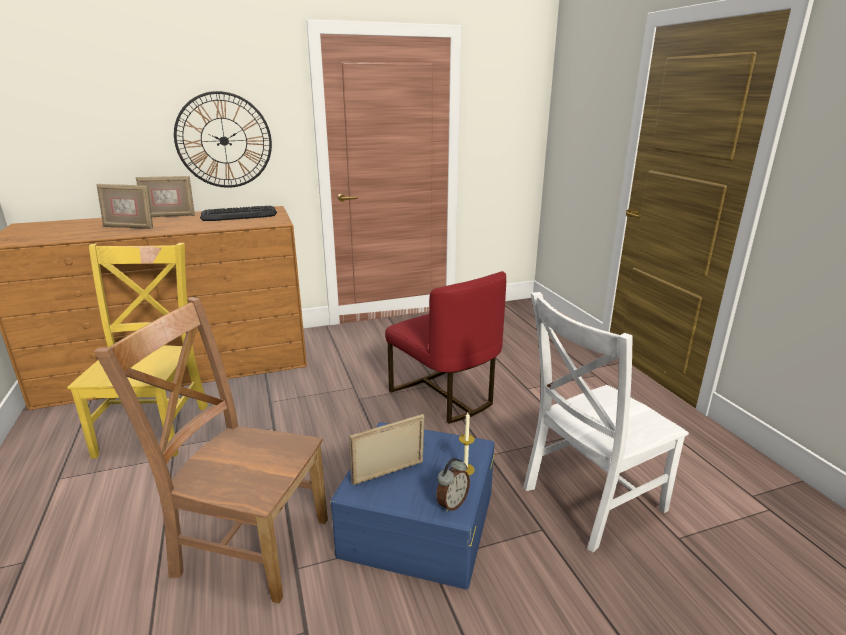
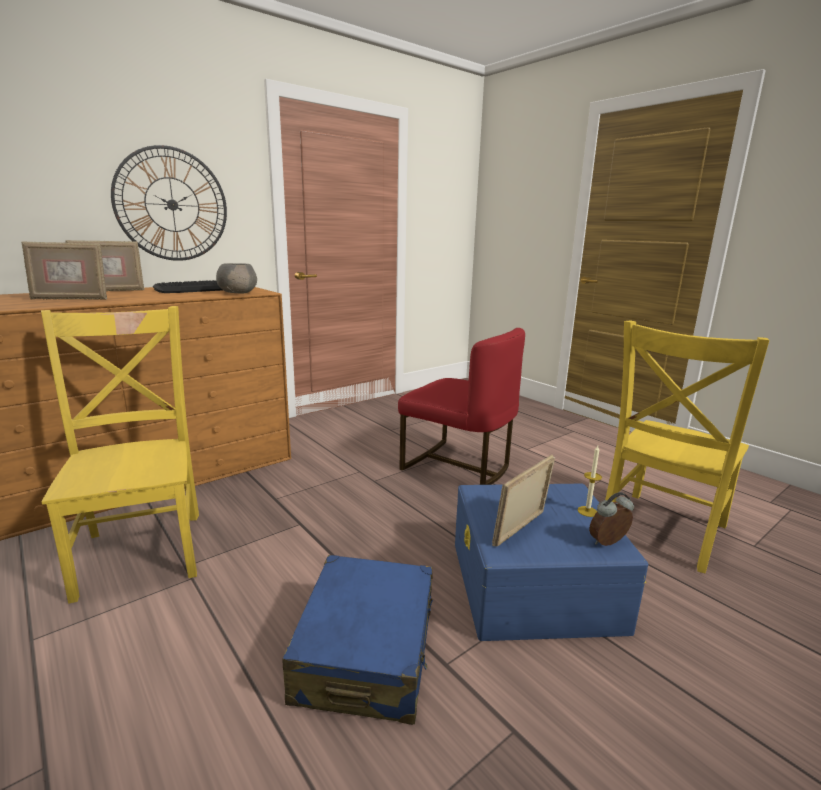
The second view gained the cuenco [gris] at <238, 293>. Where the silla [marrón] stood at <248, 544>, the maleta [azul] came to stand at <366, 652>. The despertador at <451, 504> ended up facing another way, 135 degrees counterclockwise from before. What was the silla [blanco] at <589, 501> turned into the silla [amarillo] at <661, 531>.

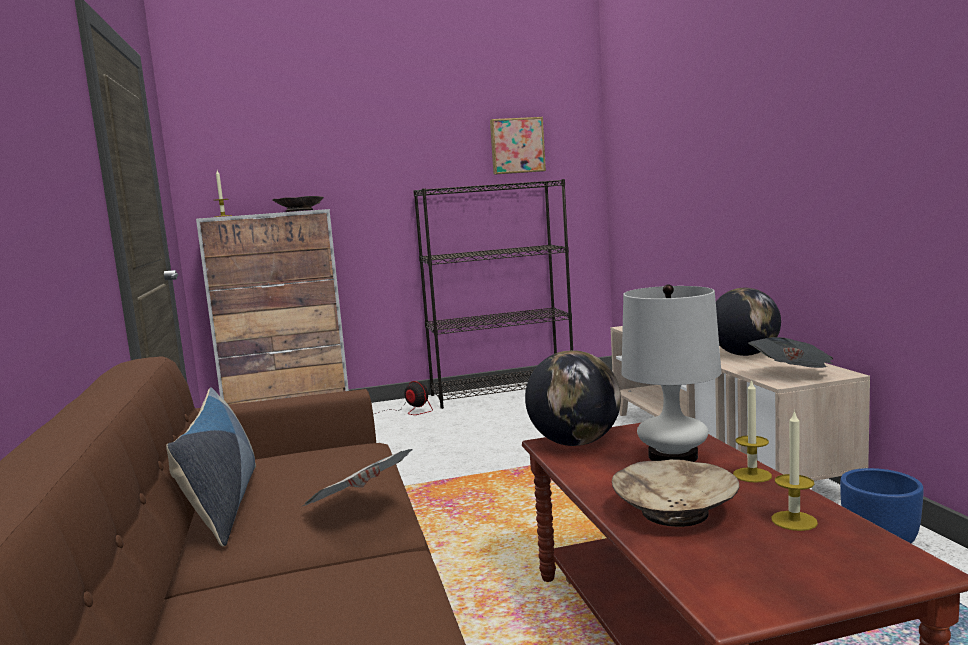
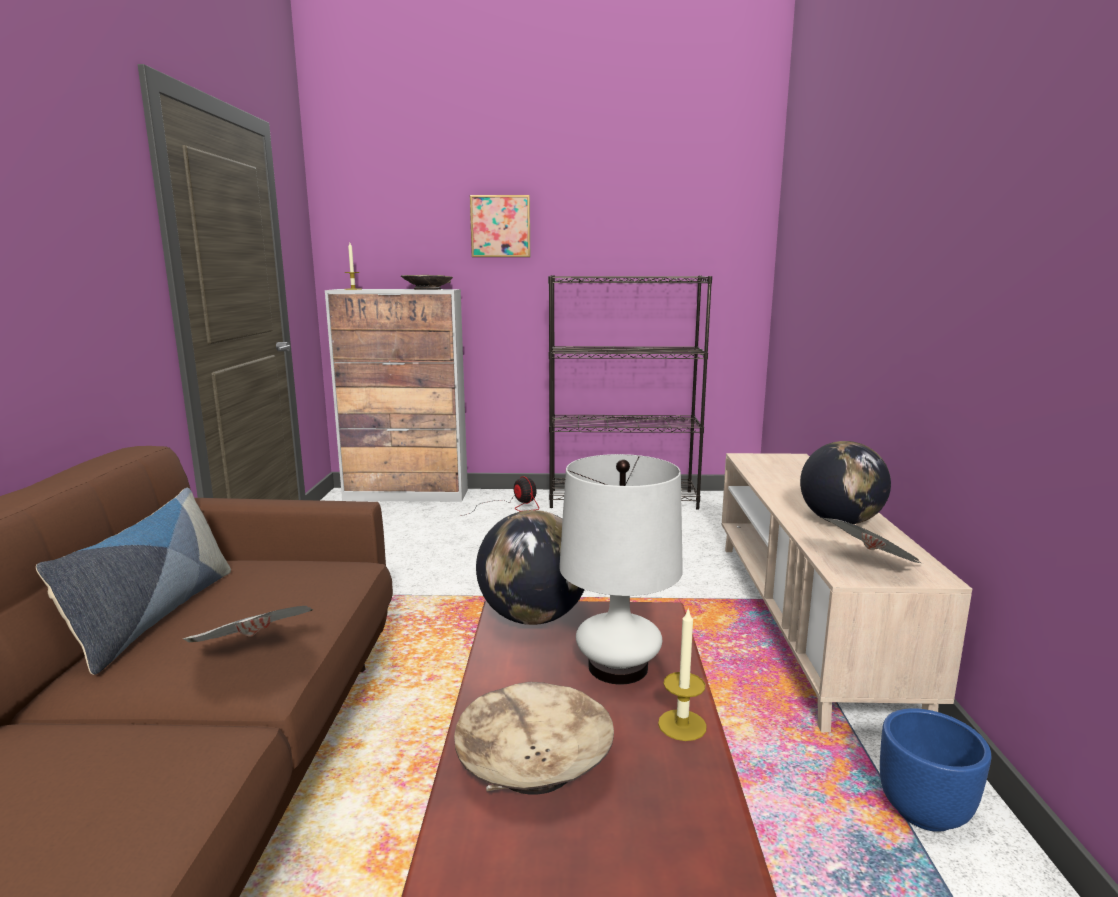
The cuadro ended up elsewhere, having gone from <517, 146> to <500, 226>. The second view lost the vela at <794, 521>.

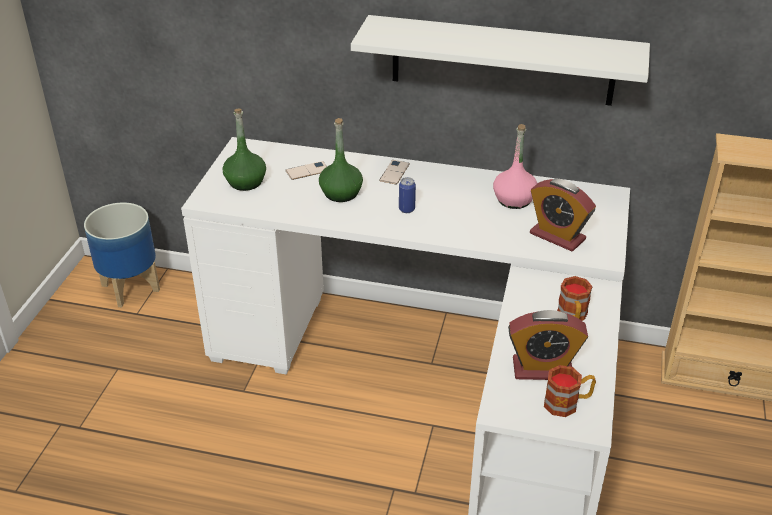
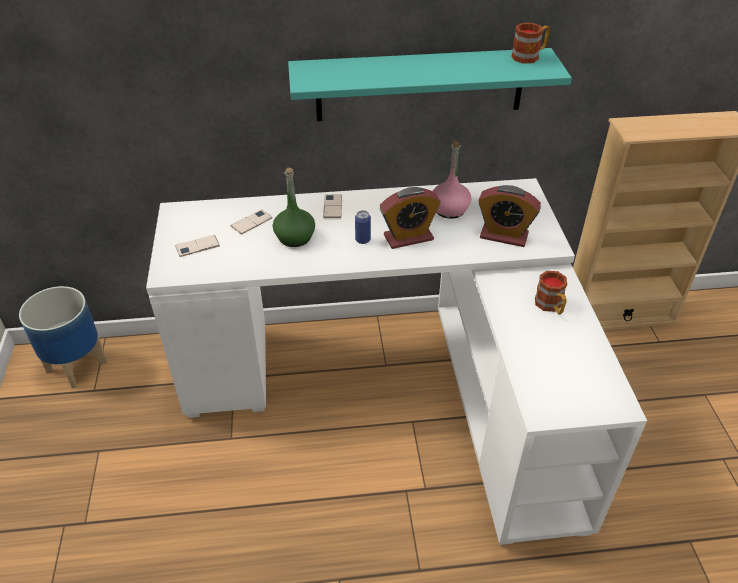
Where the botella [verde] stood at <245, 182>, the móvil came to stand at <197, 246>. What was the estante [blanco] at <502, 60> turned into the estante [turquesa] at <420, 85>. The despertador ended up elsewhere, having gone from <542, 369> to <408, 237>. The taza grande ended up elsewhere, having gone from <567, 403> to <529, 56>.

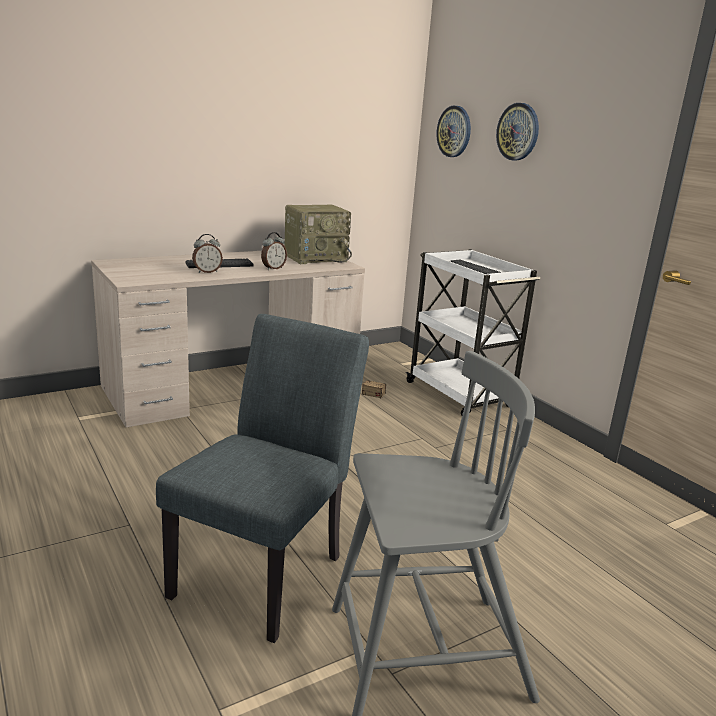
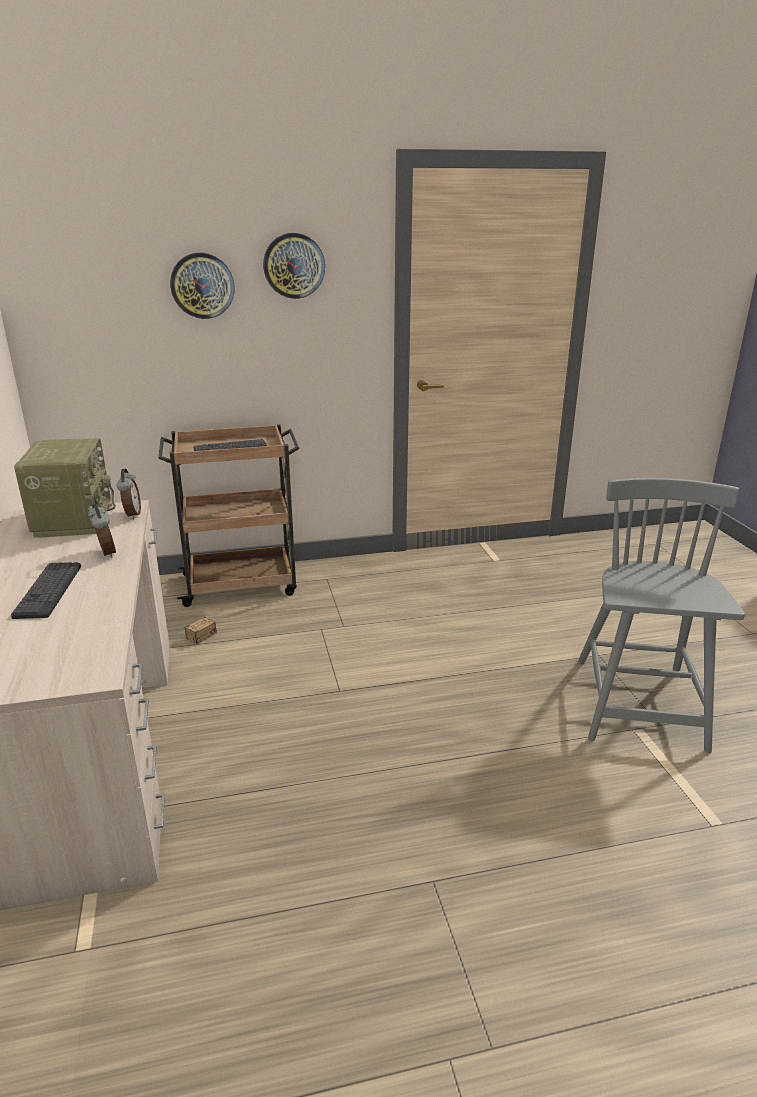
The despertador ended up elsewhere, having gone from <207, 272> to <132, 514>. What was the carrito [blanco] at <460, 395> turned into the carrito [marrón] at <242, 584>. The reloj de pared ended up elsewhere, having gone from <454, 131> to <294, 266>. The second view lost the silla [gris] at <266, 569>.

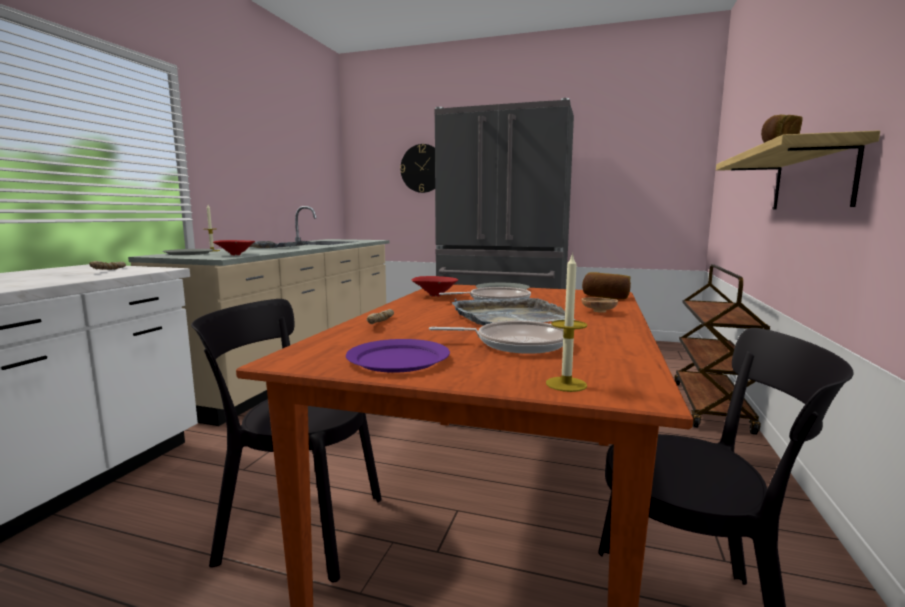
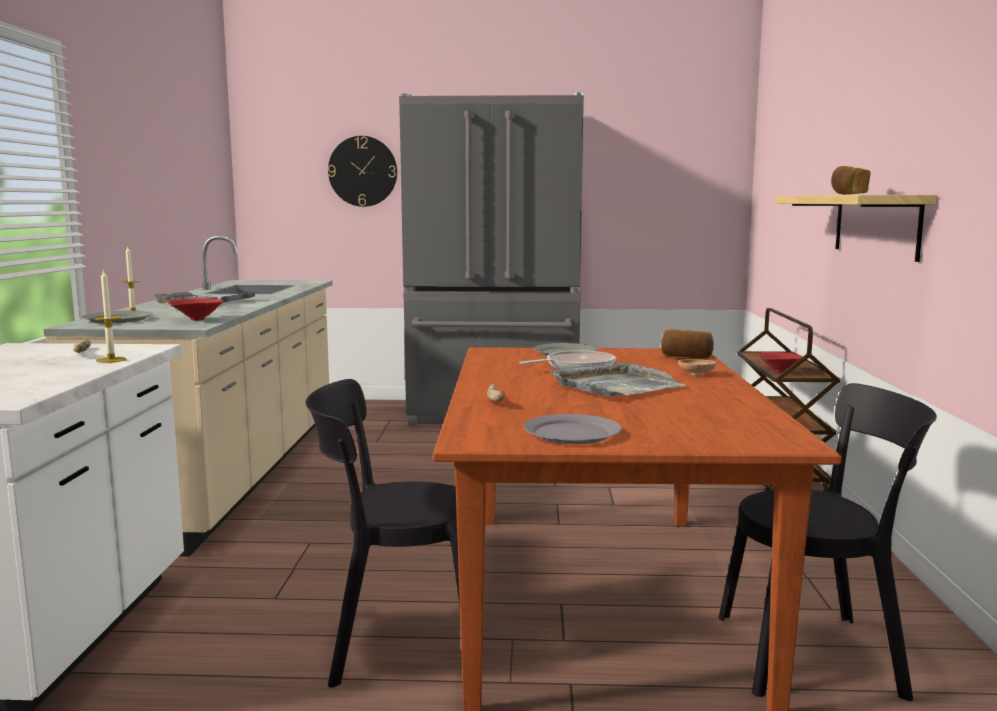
The vela ended up elsewhere, having gone from <566, 384> to <111, 360>. What was the plato [morado] at <398, 360> turned into the plato [gris] at <573, 433>. The cuenco [rojo] ended up elsewhere, having gone from <434, 296> to <778, 371>. The second view lost the sartén at <516, 344>.

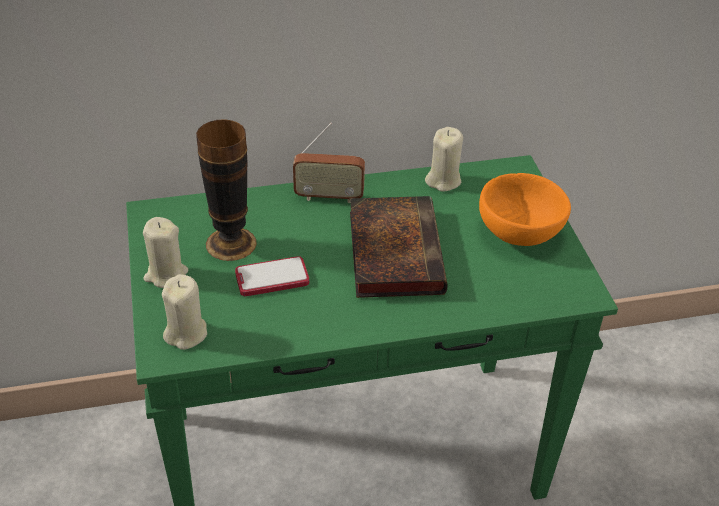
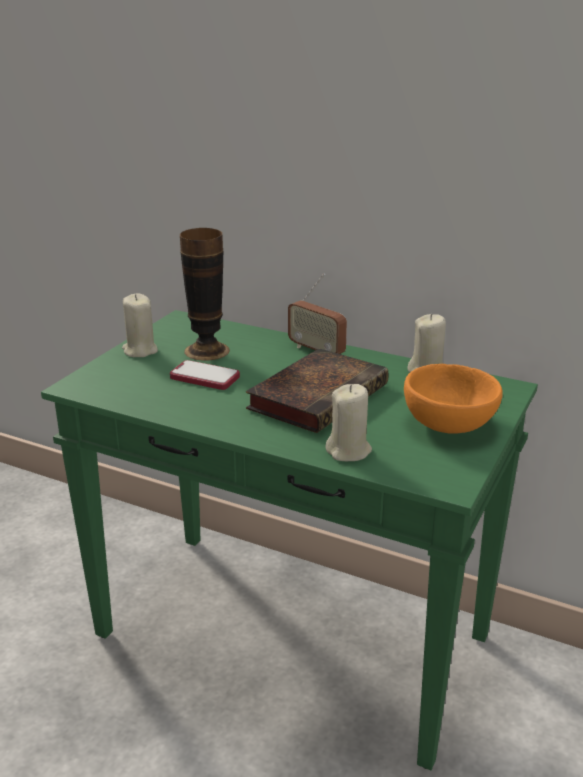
The vela [beis] ended up elsewhere, having gone from <186, 333> to <349, 451>.

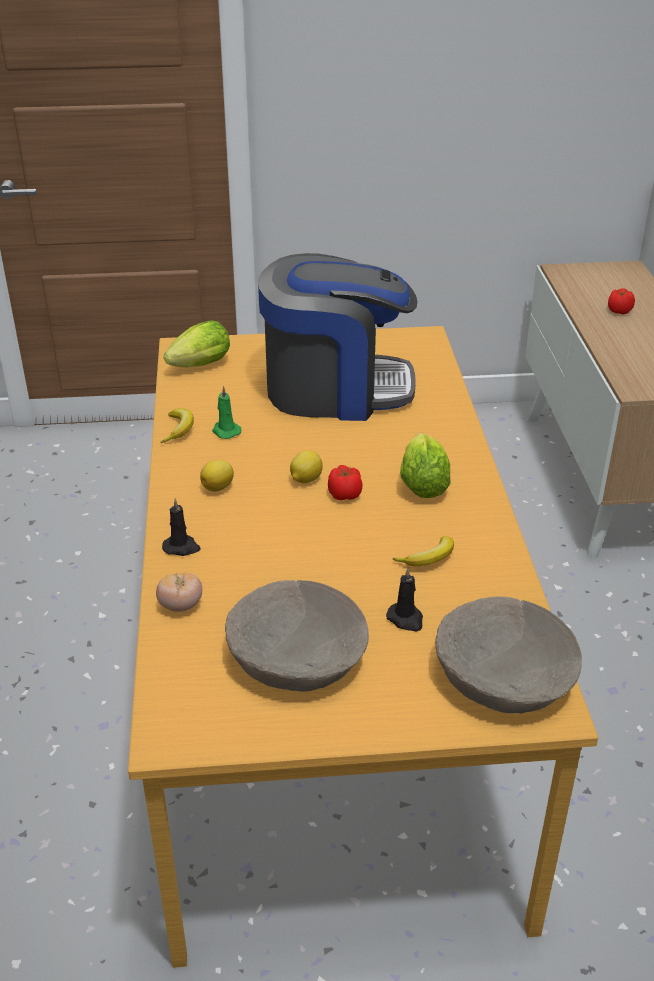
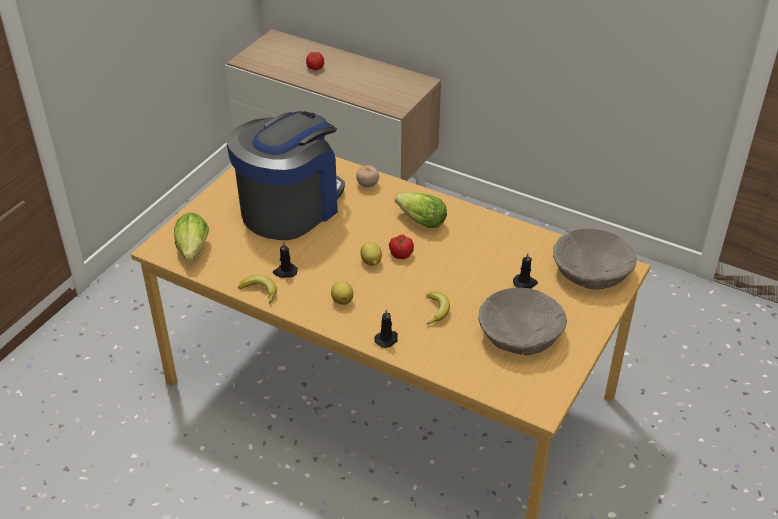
What was the vela [verde] at <225, 431> turned into the vela [negro] at <285, 272>. The tomate ended up elsewhere, having gone from <181, 606> to <367, 184>. The plátano ended up elsewhere, having gone from <429, 558> to <437, 310>.

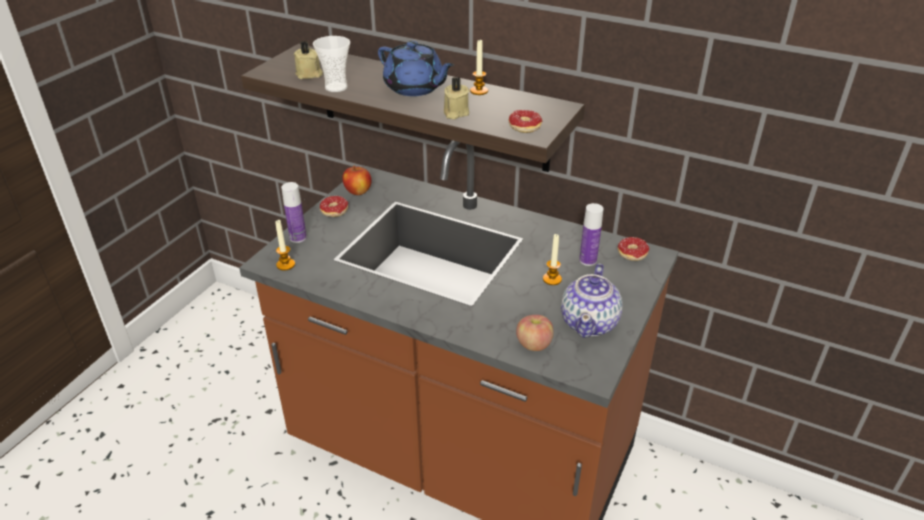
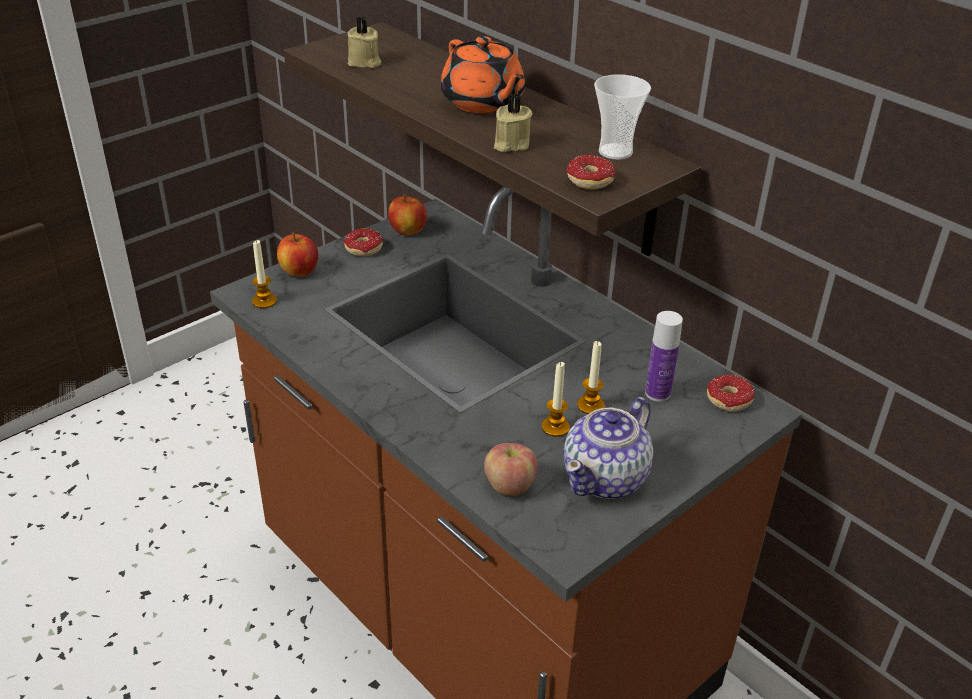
Where the botella stood at <298, 238>, the manzana came to stand at <299, 272>. What was the tetera [azul] at <415, 88> turned into the tetera [naranja] at <483, 103>. The vela ended up elsewhere, having gone from <479, 91> to <555, 427>. The taza ended up elsewhere, having gone from <336, 87> to <615, 152>.

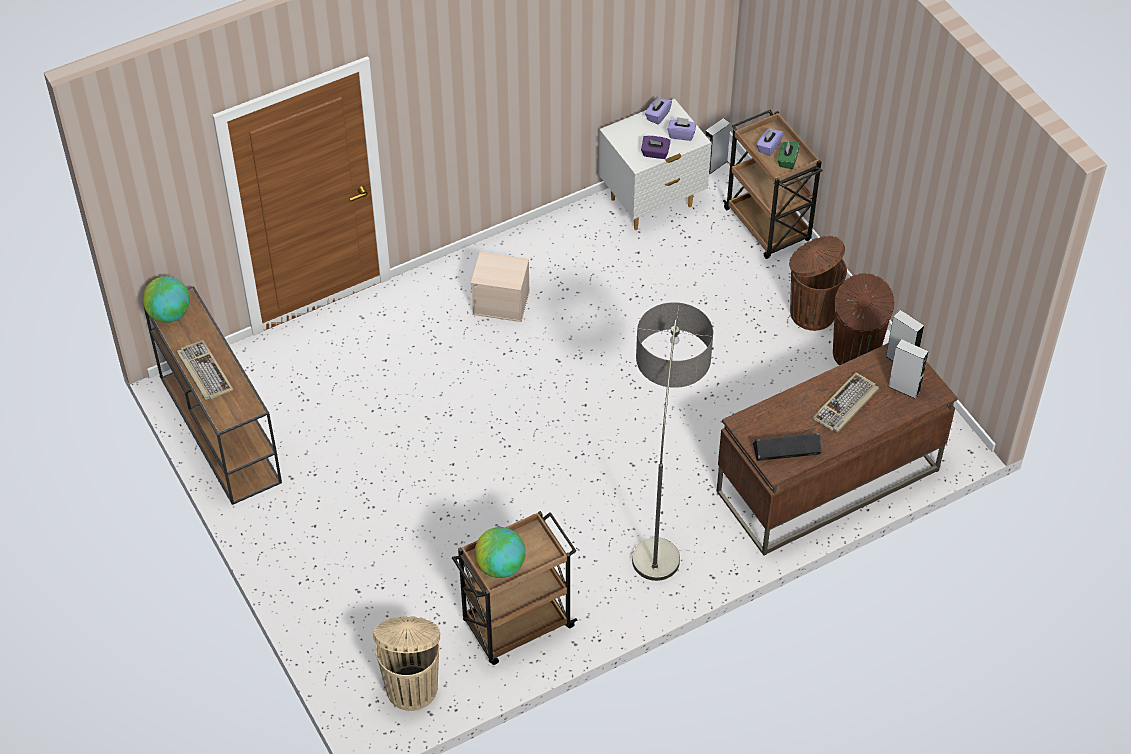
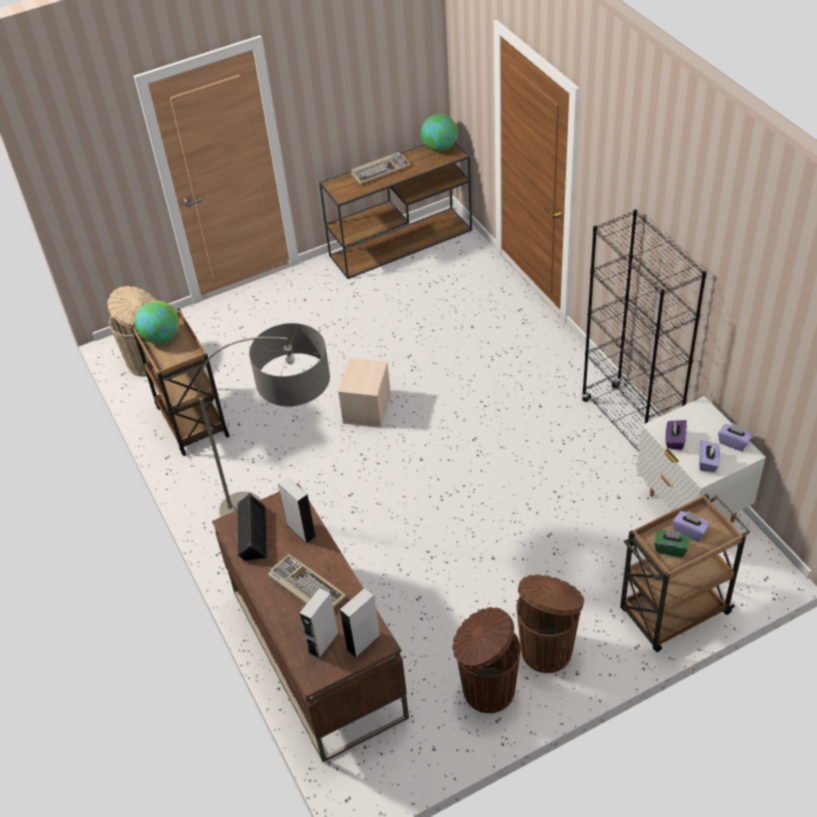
The altavoz [gris] ended up elsewhere, having gone from <714, 165> to <301, 530>. The caja de almacenaje [beis] ended up elsewhere, having gone from <502, 302> to <367, 409>. The second view gained the estantería [negro] at <629, 425>.

